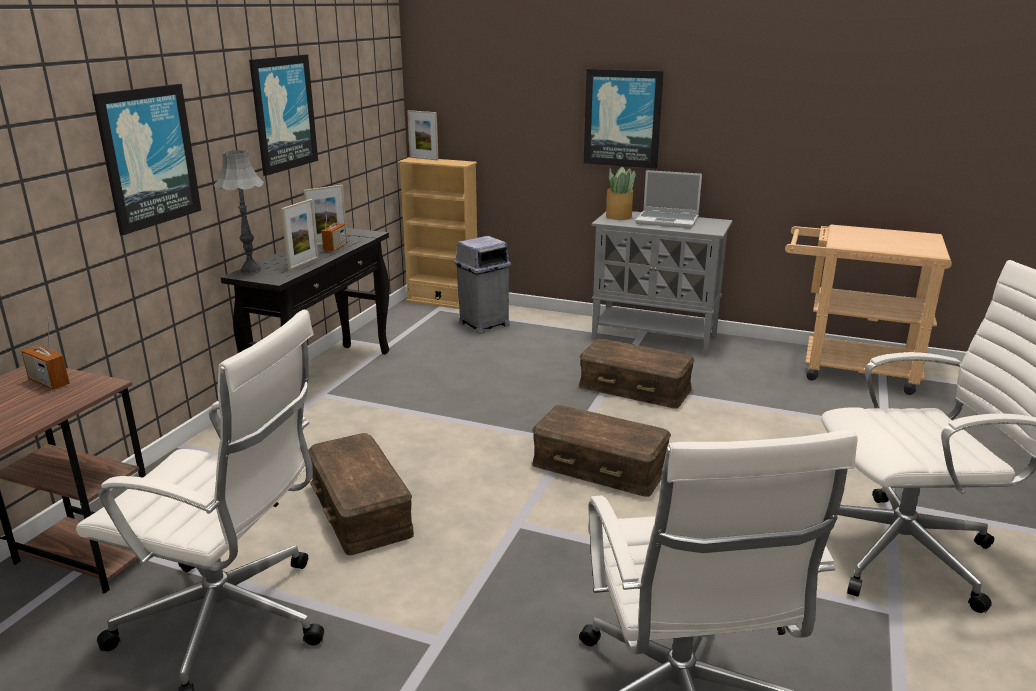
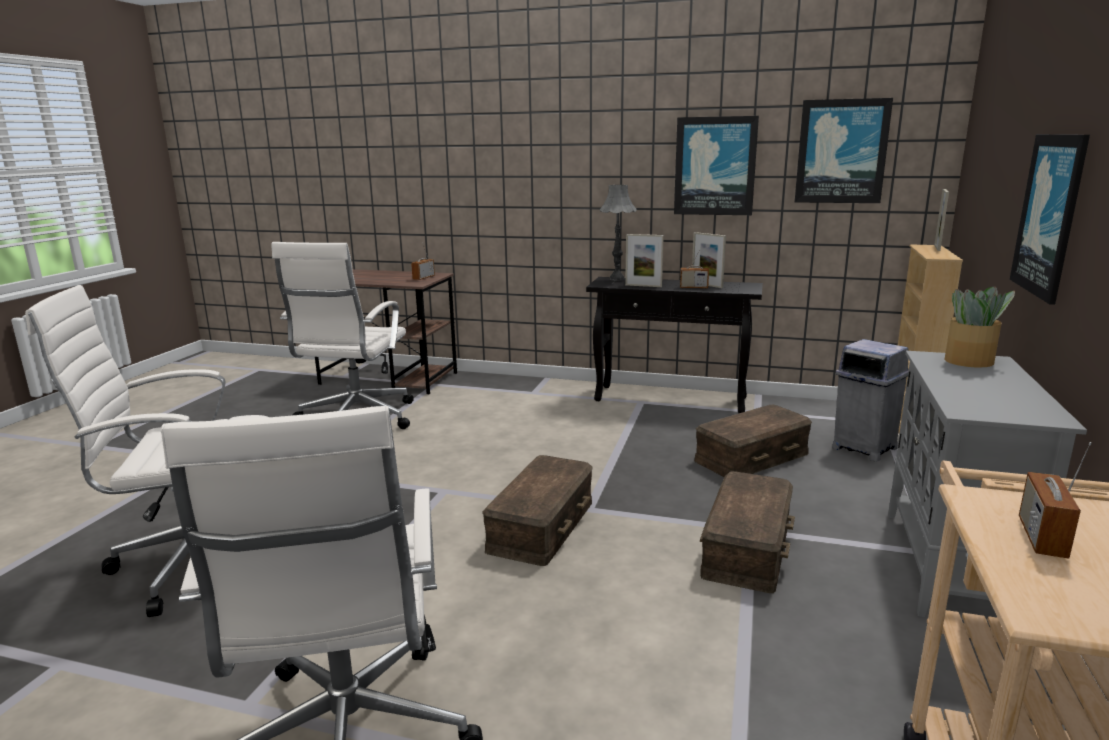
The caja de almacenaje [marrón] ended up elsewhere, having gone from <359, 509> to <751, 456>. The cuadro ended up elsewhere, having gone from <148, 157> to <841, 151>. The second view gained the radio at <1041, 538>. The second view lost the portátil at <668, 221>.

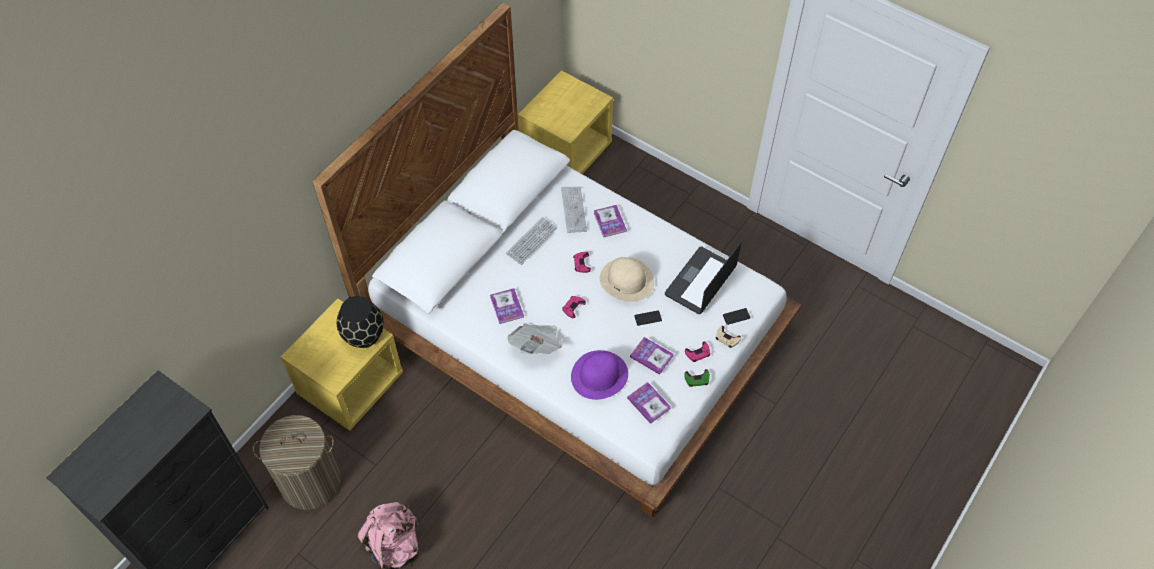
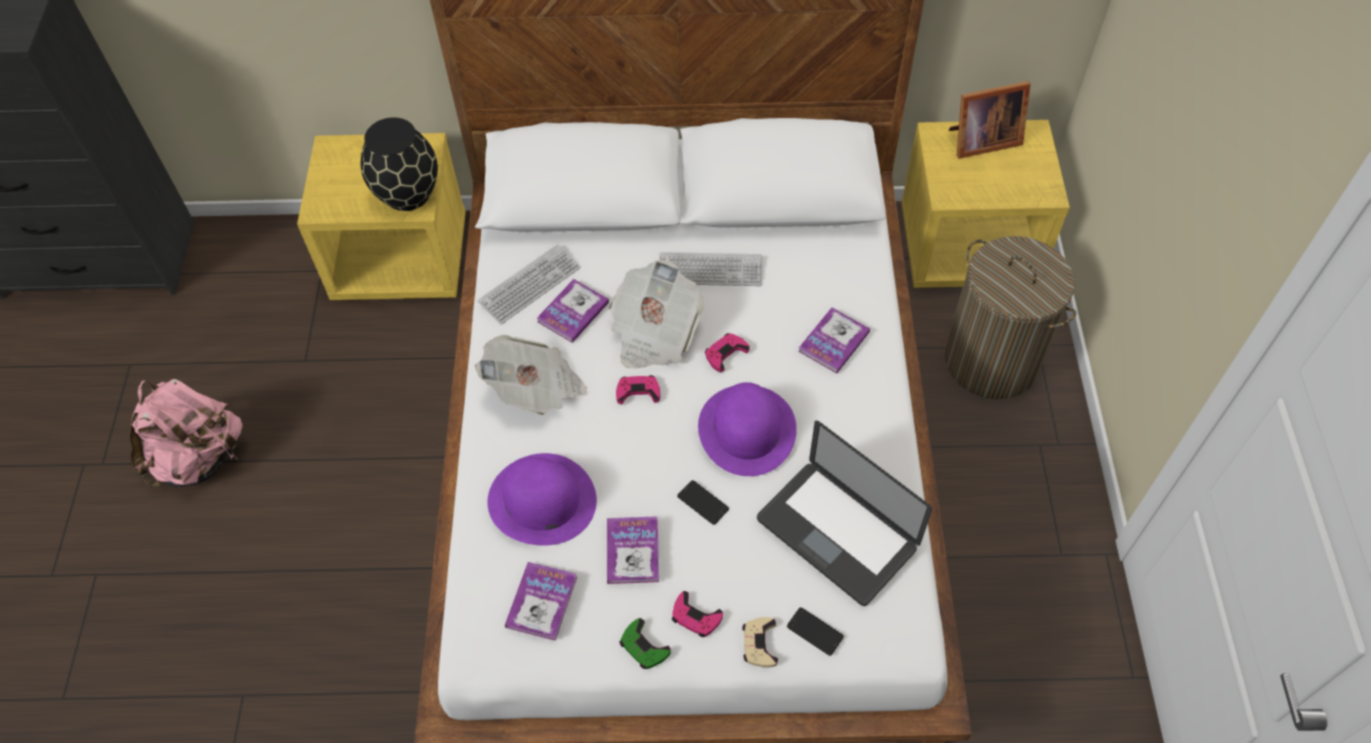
The teclado ended up elsewhere, having gone from <573, 210> to <530, 285>. The second view gained the periódico at <654, 332>. What was the sombrero [beis] at <627, 280> turned into the sombrero [morado] at <747, 429>. The portátil at <700, 281> ended up facing another way, 135 degrees counterclockwise from before. The cesto de la ropa ended up elsewhere, having gone from <310, 481> to <991, 360>. The second view gained the portarretratos at <981, 141>.

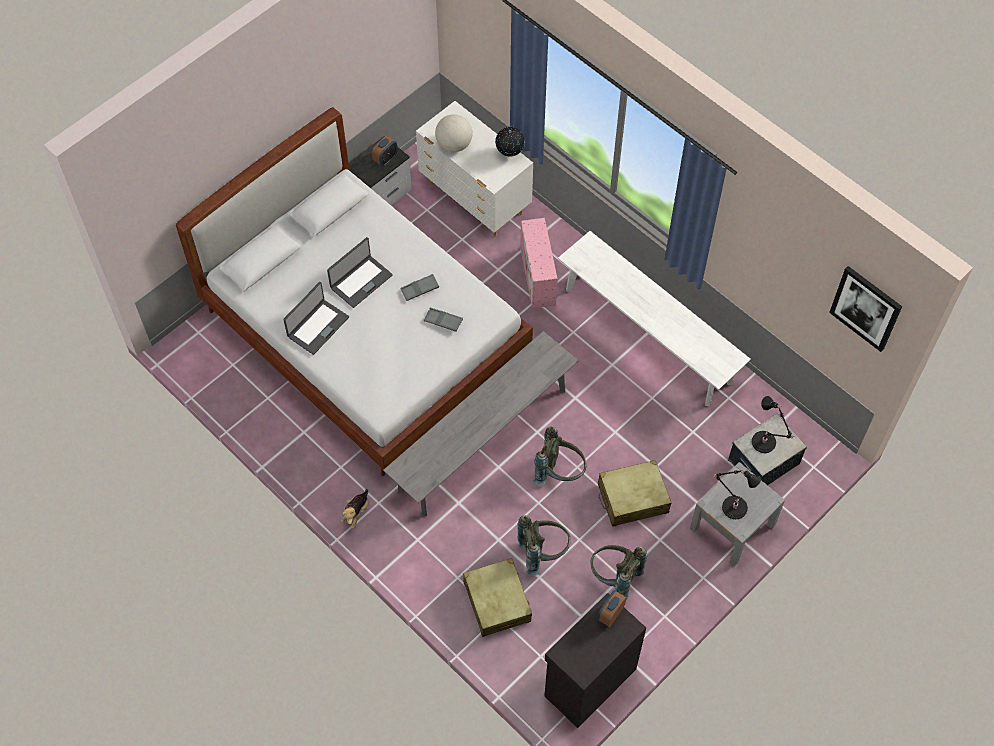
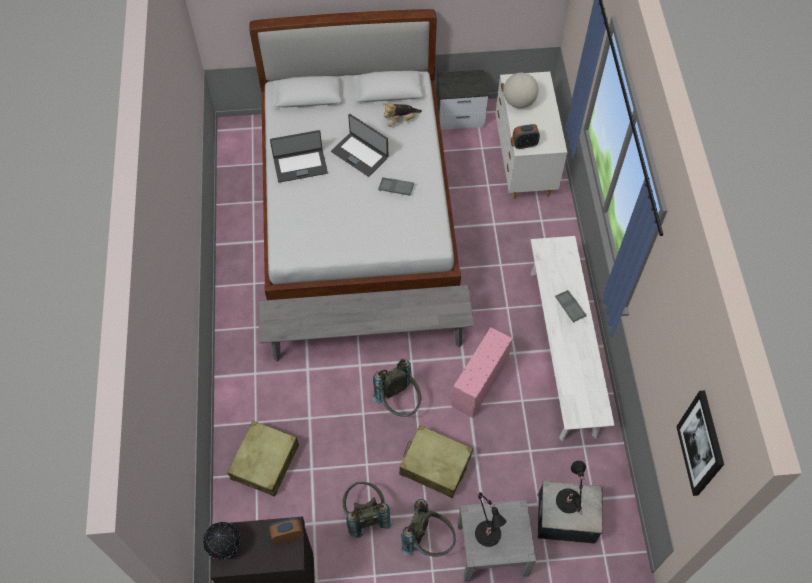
The globo terráqueo ended up elsewhere, having gone from <510, 153> to <225, 547>. The portátil at <360, 281> ended up facing another way, 45 degrees clockwise from before. The peluche ended up elsewhere, having gone from <356, 512> to <401, 120>. The mochila [gris] ended up elsewhere, having gone from <543, 552> to <428, 540>. The caja de almacenaje [rosa] ended up elsewhere, having gone from <538, 277> to <479, 383>. The despertador ended up elsewhere, having gone from <385, 159> to <524, 144>. The bandeja [gris] ended up elsewhere, having gone from <443, 321> to <570, 307>.

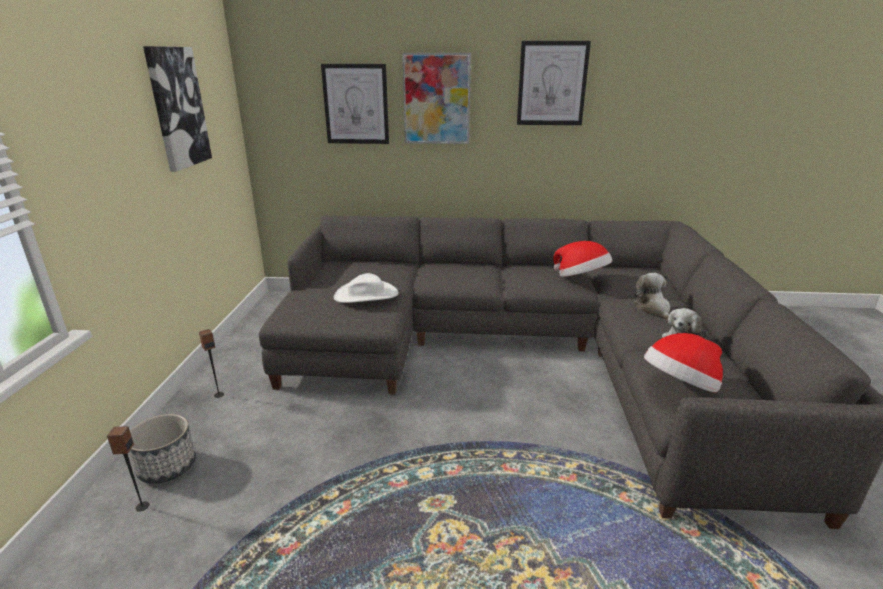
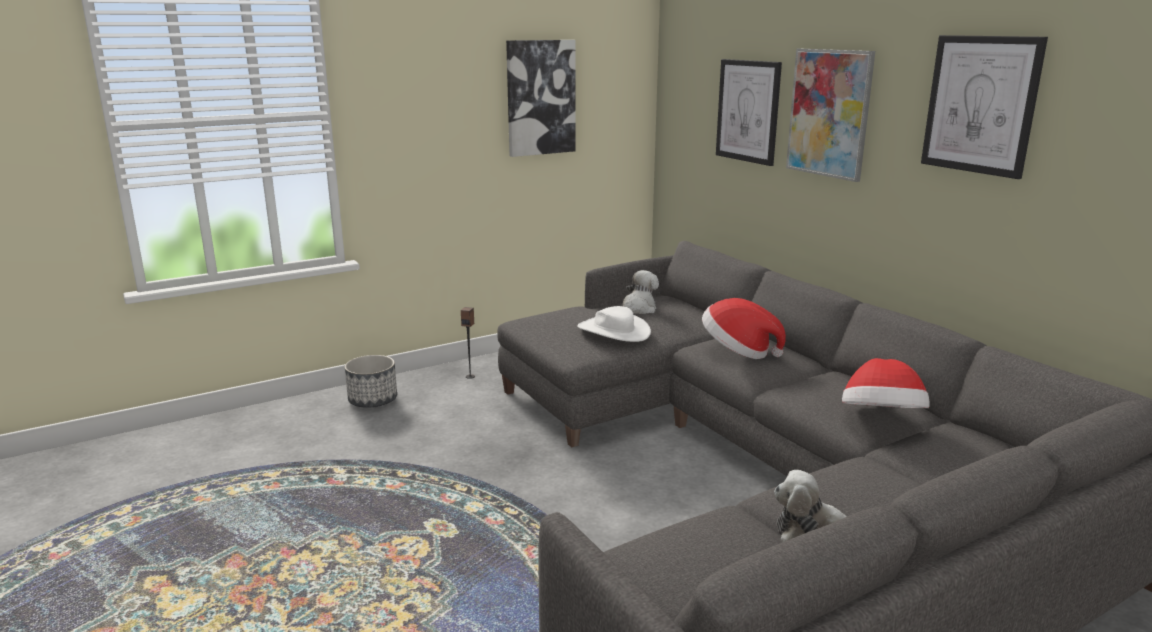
The peluche ended up elsewhere, having gone from <653, 310> to <638, 309>. The sombrero ended up elsewhere, having gone from <680, 387> to <738, 351>. The second view lost the altavoz at <142, 506>.

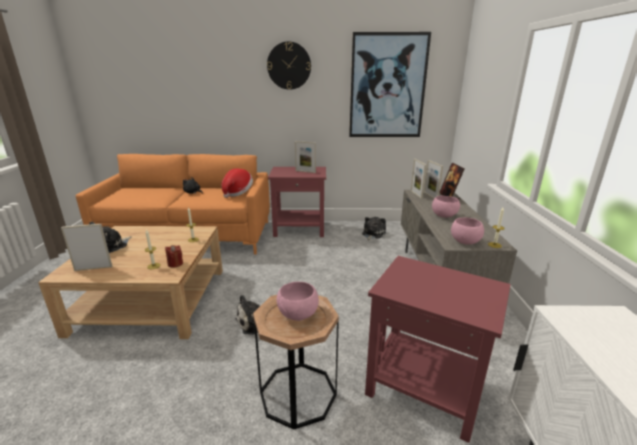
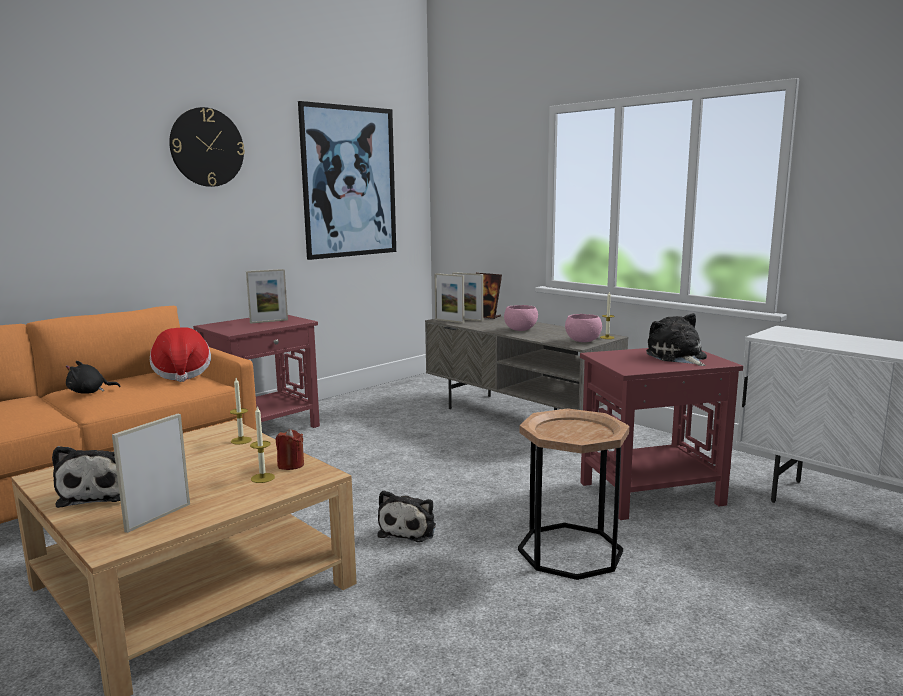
The peluche ended up elsewhere, having gone from <372, 234> to <677, 357>. The second view lost the cuenco [rosa] at <298, 315>.

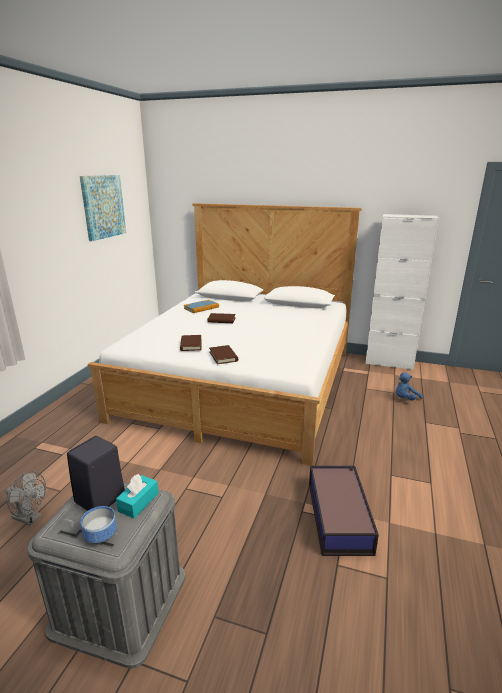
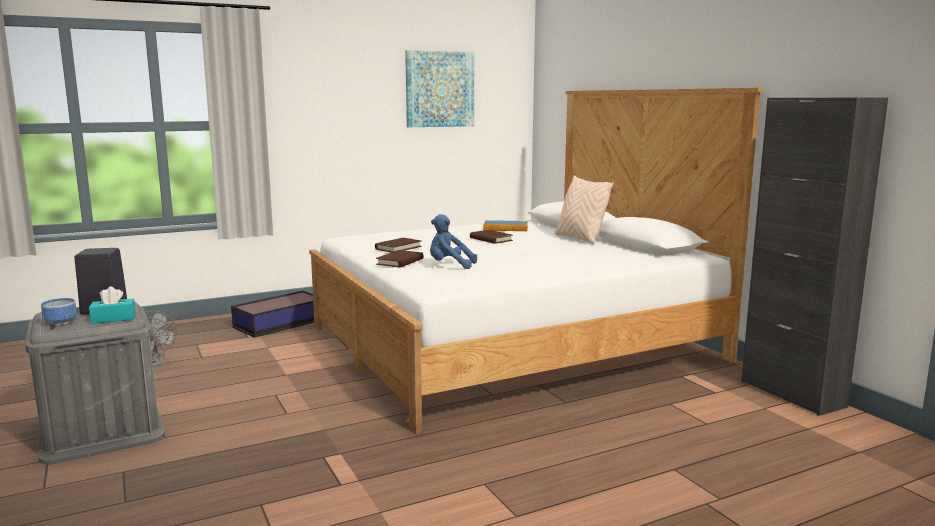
The caja de almacenaje ended up elsewhere, having gone from <339, 515> to <281, 323>. The peluche [azul] ended up elsewhere, having gone from <405, 399> to <449, 266>. The second view gained the cojín [beis] at <580, 239>. What was the armario [blanco] at <389, 363> turned into the armario [negro] at <792, 394>.

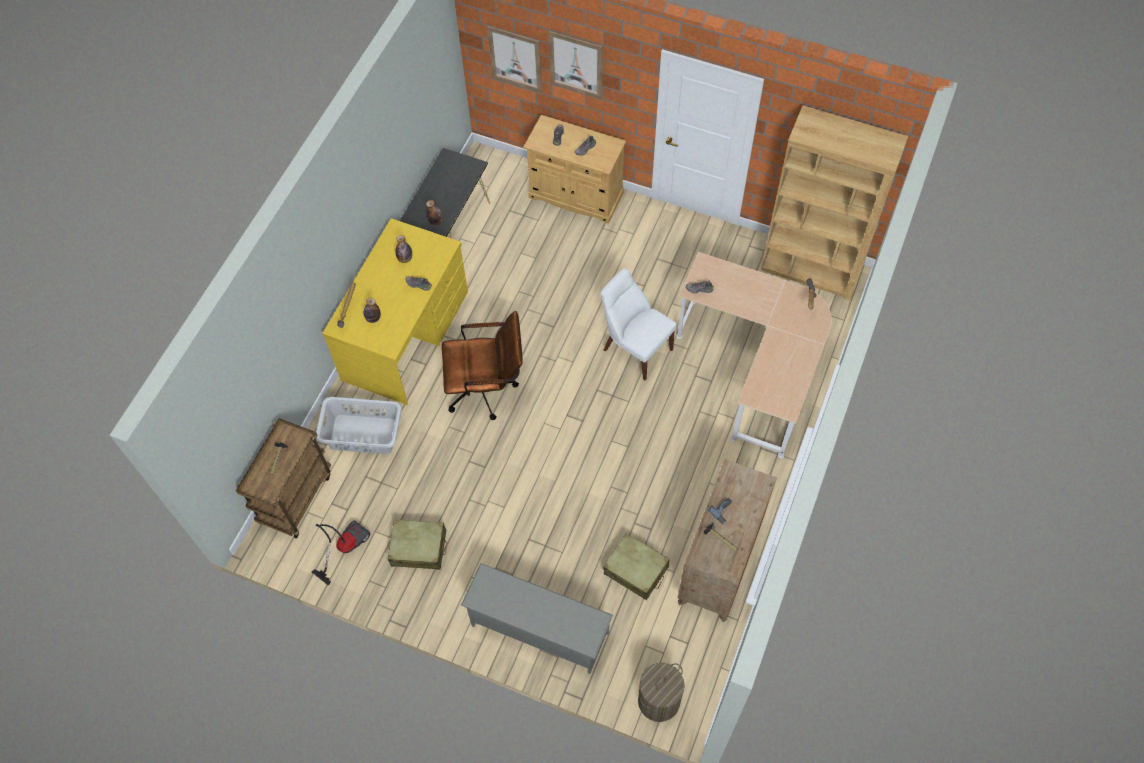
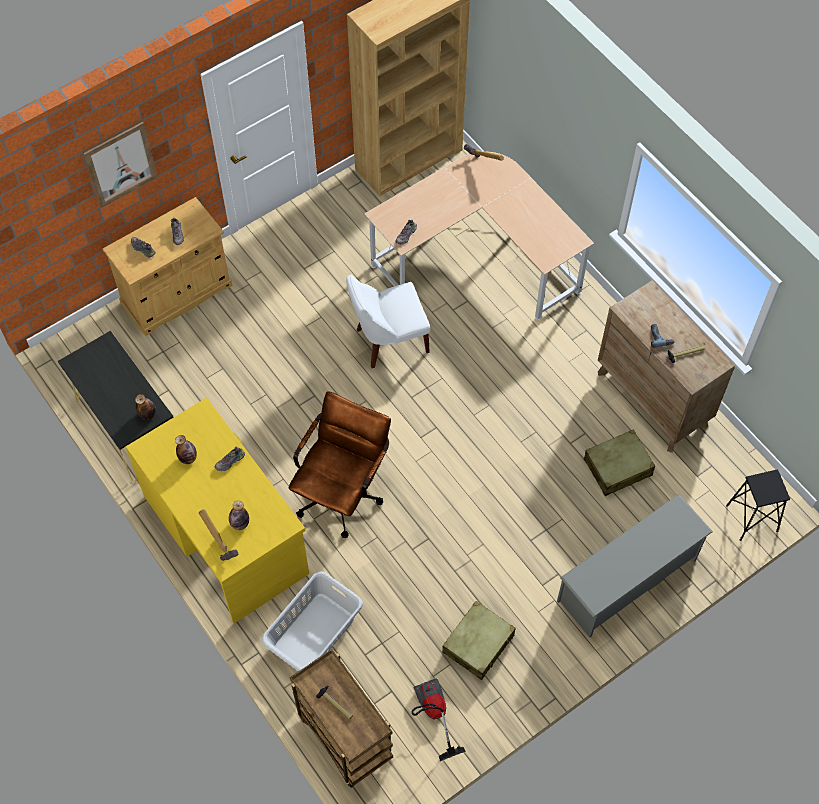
Where the cesto de la ropa stood at <659, 700>, the taburete [negro] came to stand at <751, 518>. The second view lost the cuadro at <515, 59>.

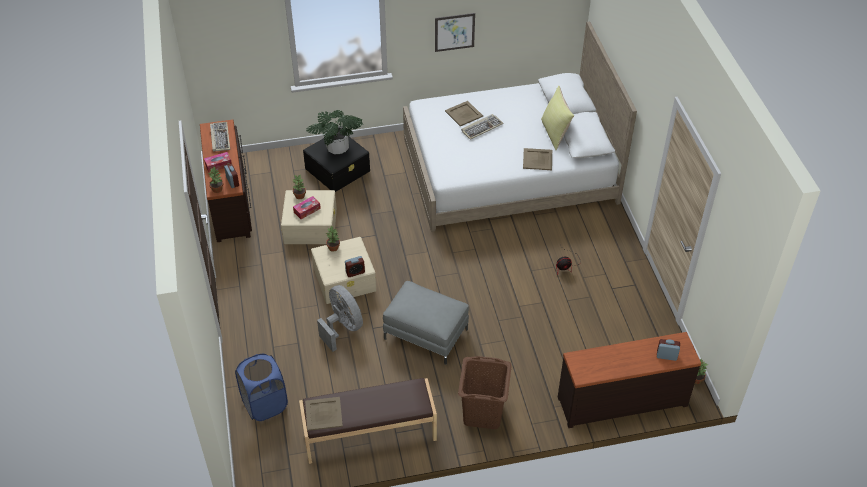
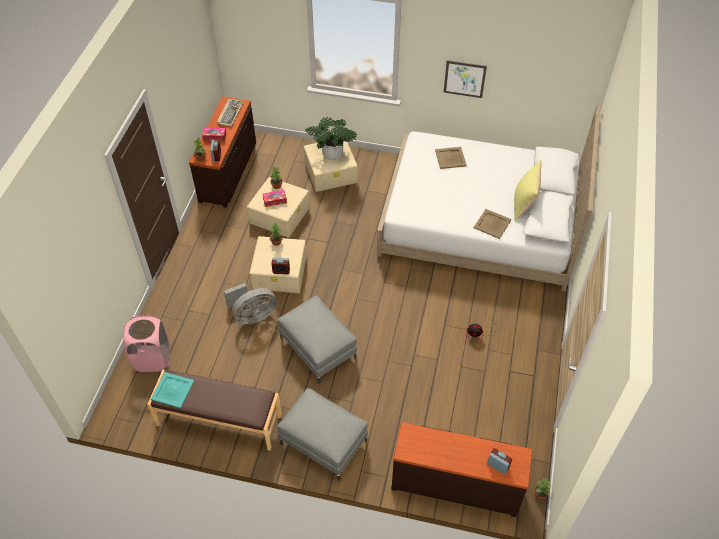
What was the cesto de la ropa [azul] at <265, 404> turned into the cesto de la ropa [rosa] at <153, 358>. What was the bandeja [beis] at <323, 414> turned into the bandeja [turquesa] at <172, 390>. The ventilador [gris] at <342, 328> ended up facing another way, 75 degrees clockwise from before. Where the cesto de la ropa [marrón] stood at <482, 413>, the puf [gris] came to stand at <323, 442>. What was the caja de almacenaje [negro] at <338, 169> turned into the caja de almacenaje [beis] at <331, 172>. The second view lost the teclado at <481, 128>.

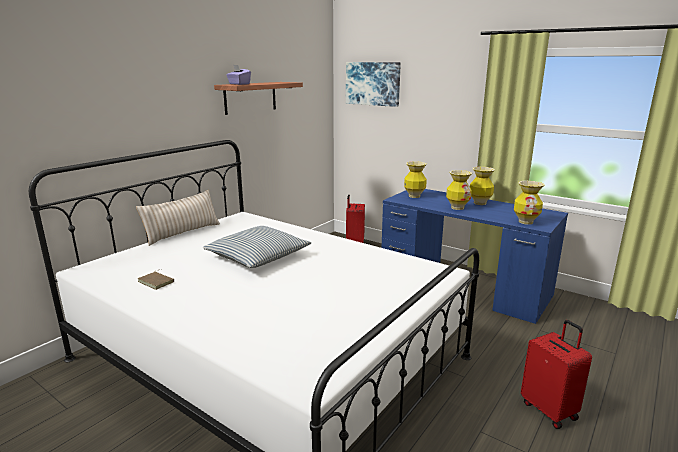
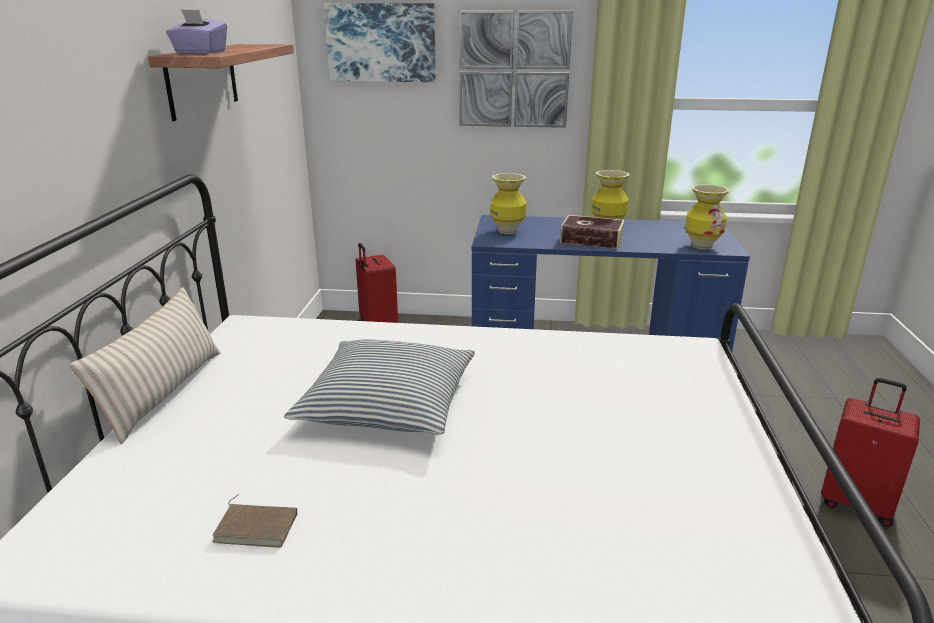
The second view gained the cuadro at <514, 70>. Where the florero stood at <457, 208>, the libro came to stand at <591, 240>.

